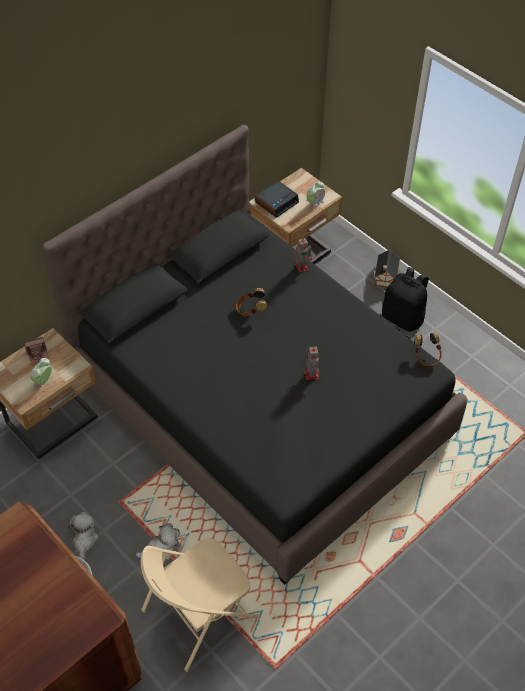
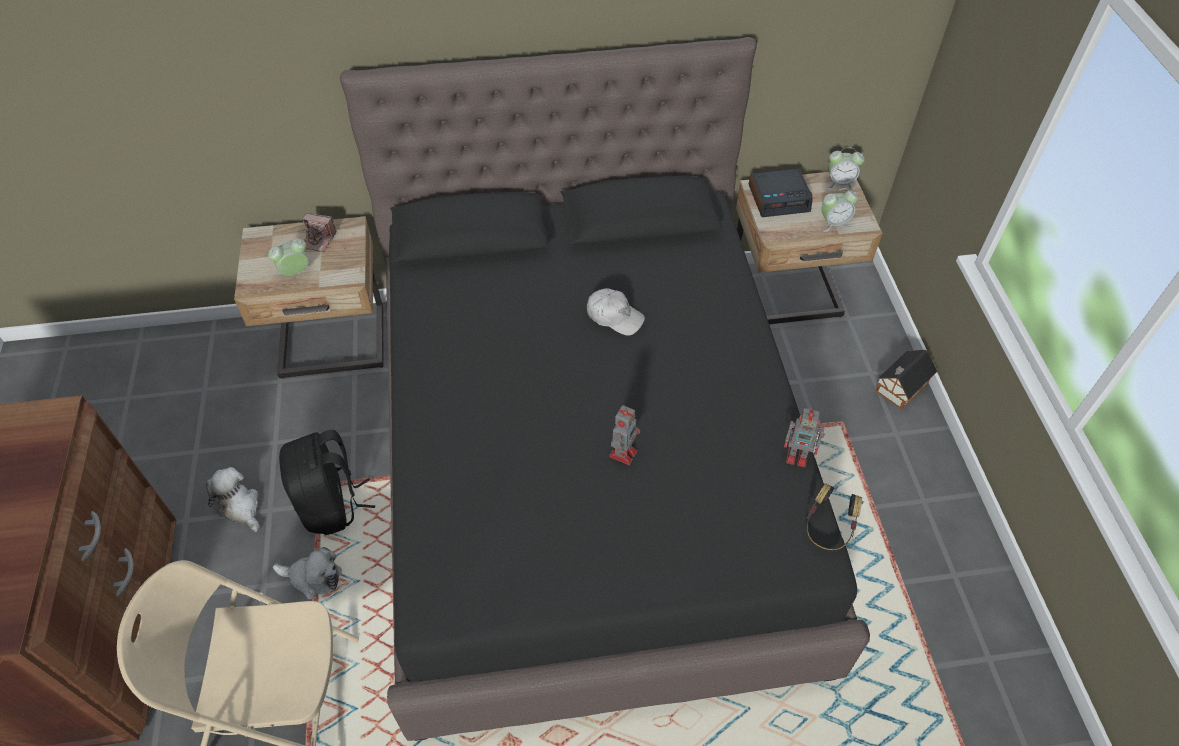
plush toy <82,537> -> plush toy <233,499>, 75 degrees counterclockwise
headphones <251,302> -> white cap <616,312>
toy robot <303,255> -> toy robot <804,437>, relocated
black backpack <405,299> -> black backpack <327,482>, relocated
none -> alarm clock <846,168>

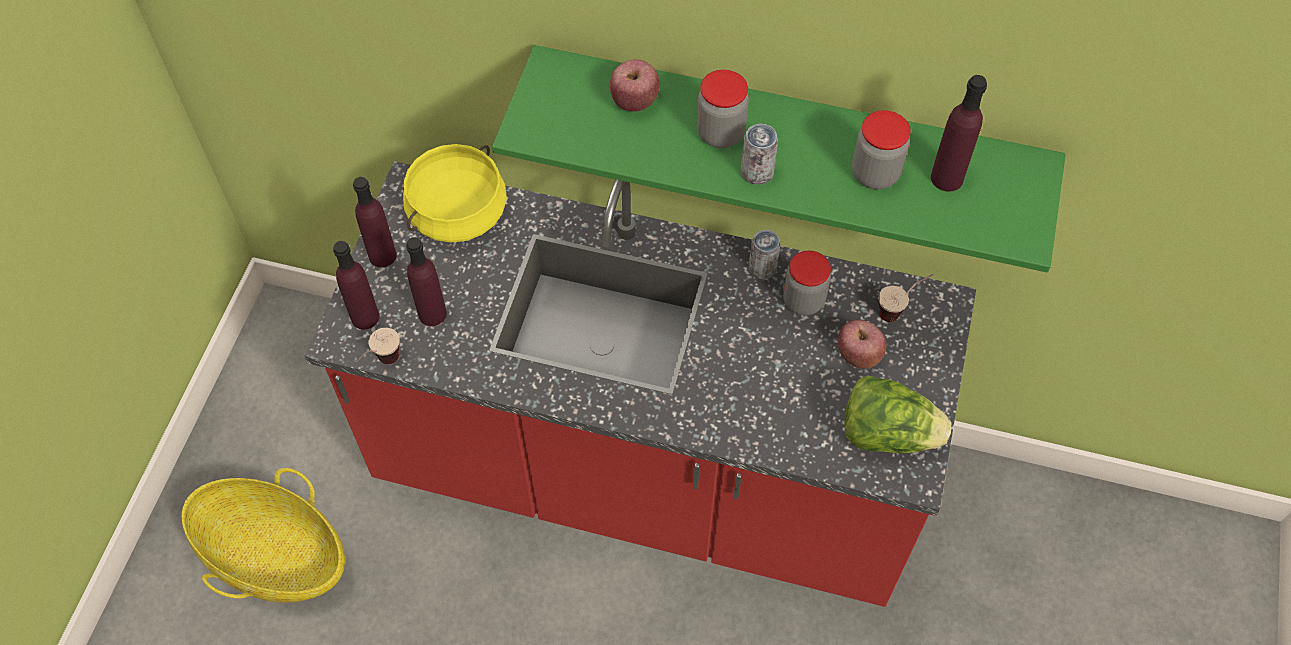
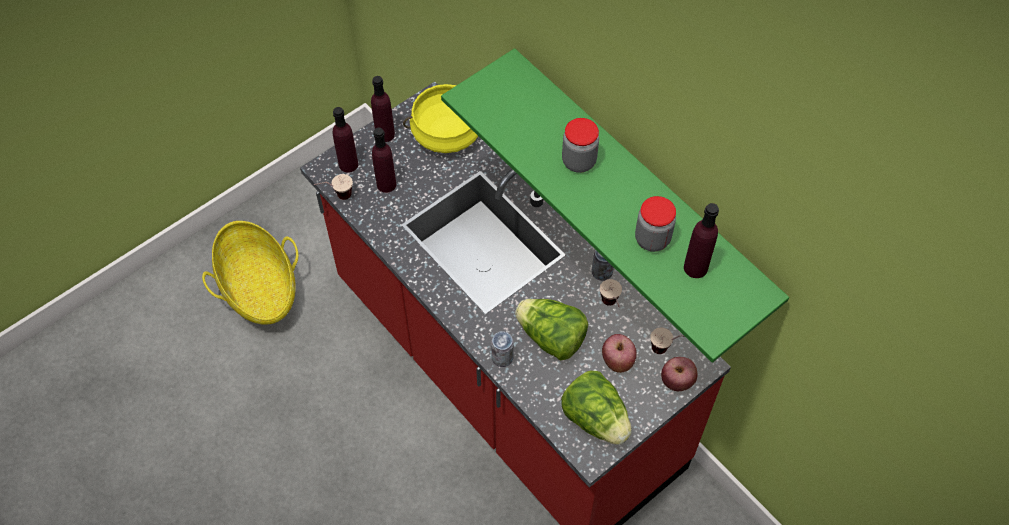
apple <635,85> -> apple <679,374>, relocated
can <759,154> -> can <502,349>, relocated
jar <807,283> -> cup <611,293>
none -> lettuce <551,330>

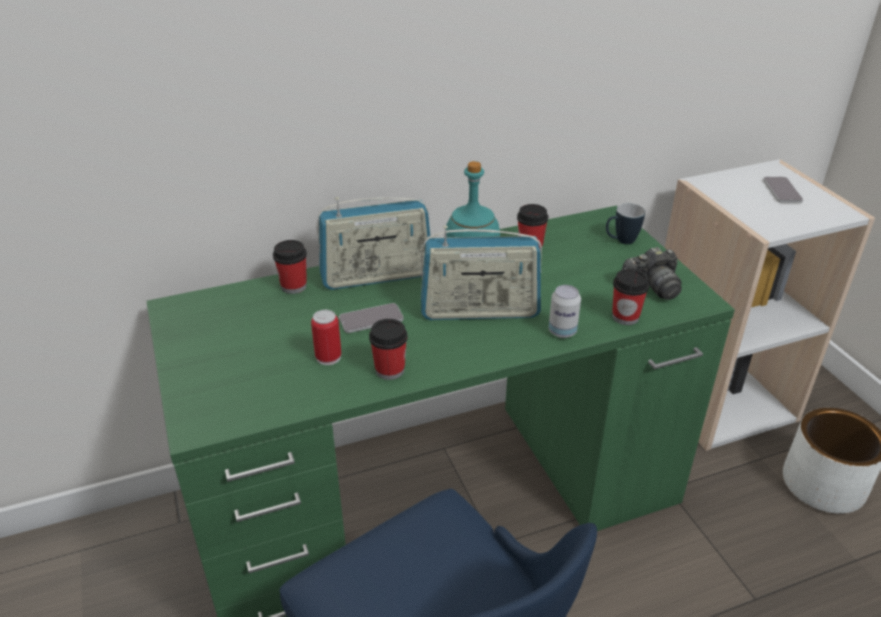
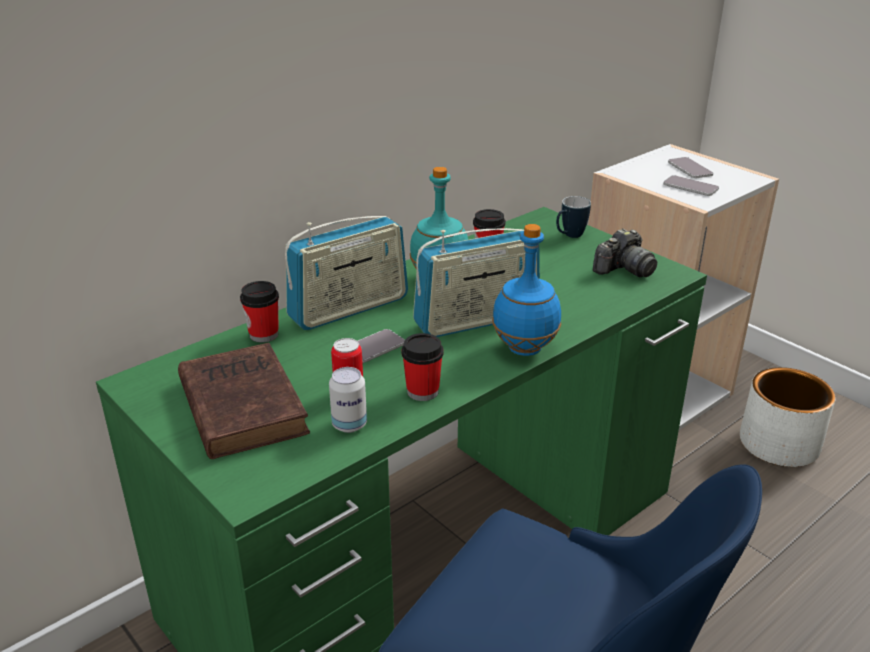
can <565,311> -> can <348,400>, relocated
cup <630,297> -> none
none -> brown book <244,401>
none -> blue bottle <526,290>
none -> phone <691,185>

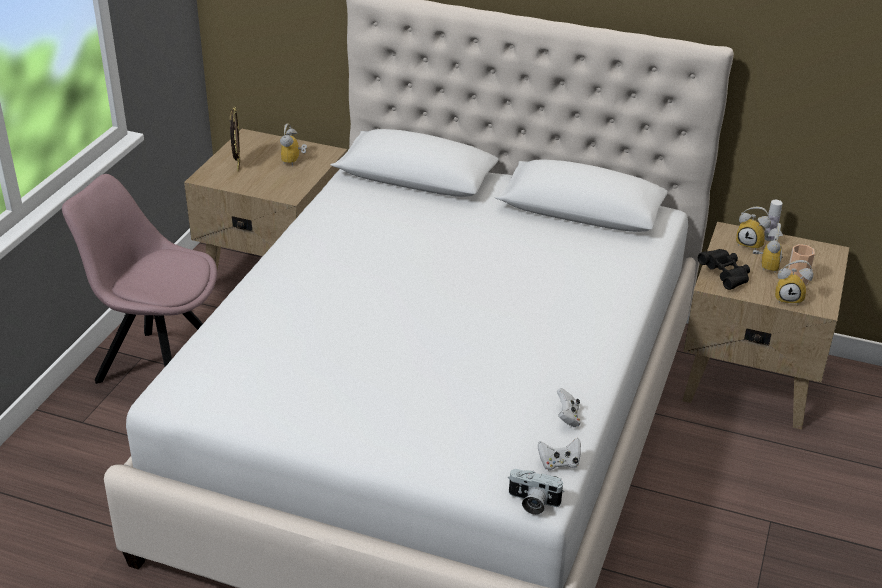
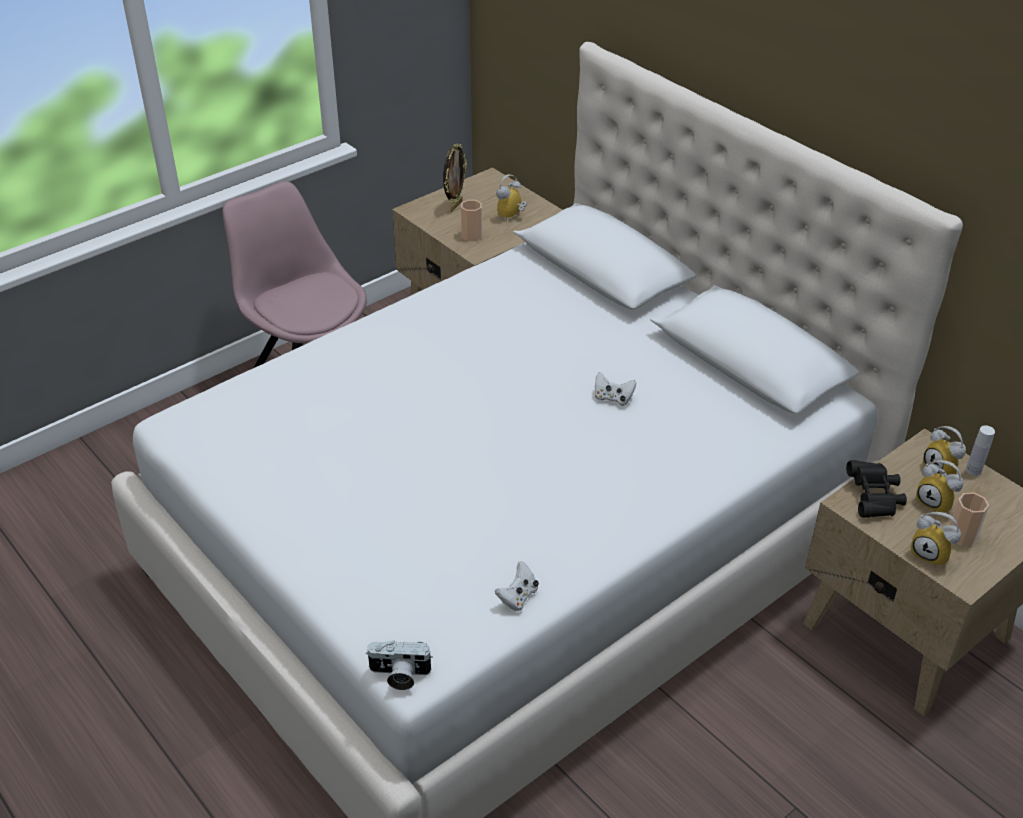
photo camera <536,492> -> photo camera <399,665>, 45 degrees counterclockwise
white game controller <559,454> -> white game controller <615,389>, relocated
alarm clock <768,247> -> alarm clock <940,486>, 90 degrees clockwise
none -> cup <471,220>

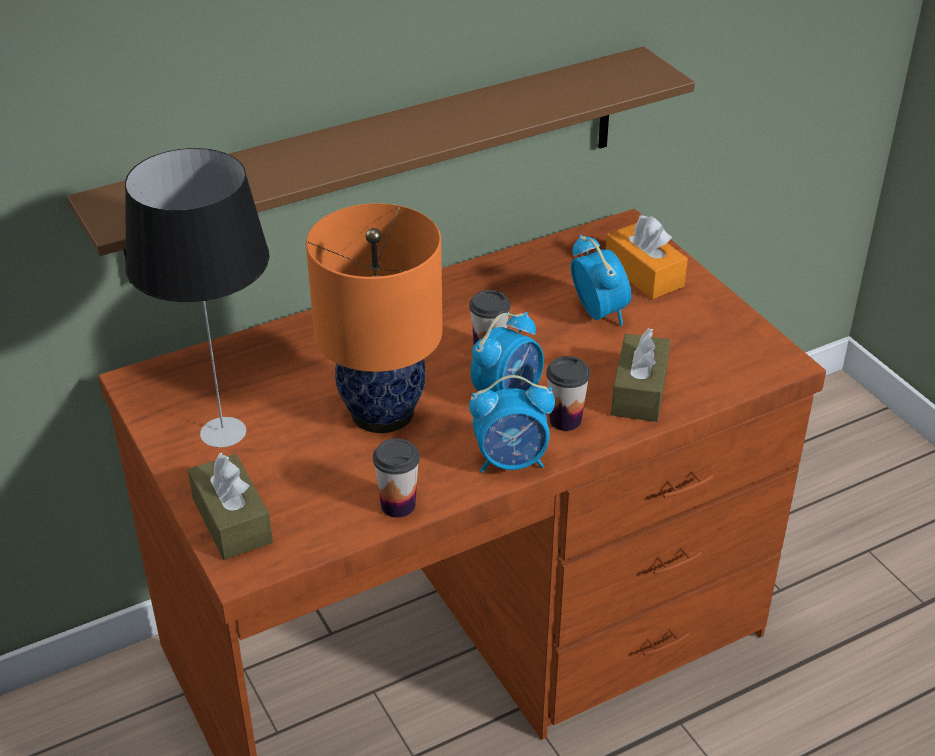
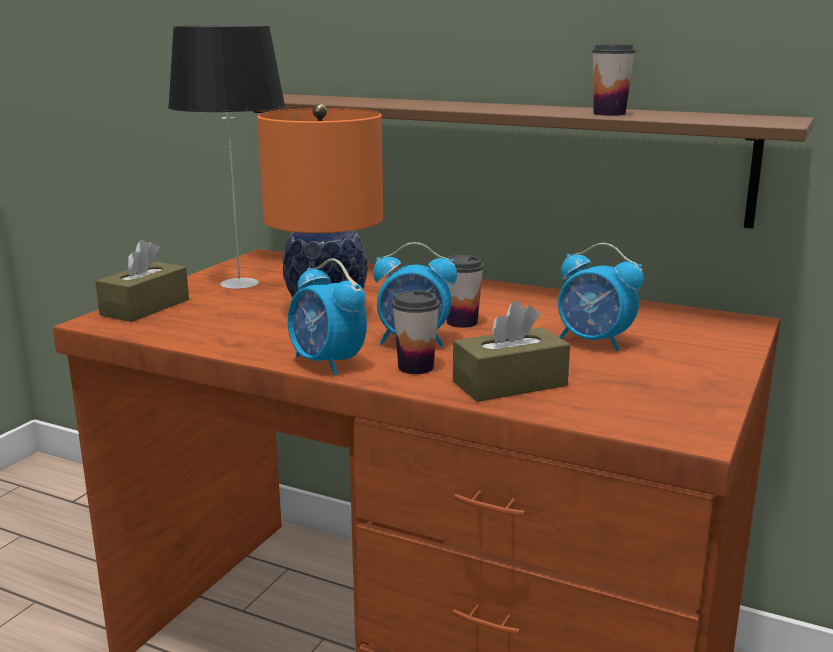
cup <396,478> -> cup <614,80>, relocated
alarm clock <601,280> -> alarm clock <601,297>, 90 degrees clockwise
orange tissue box <647,257> -> none

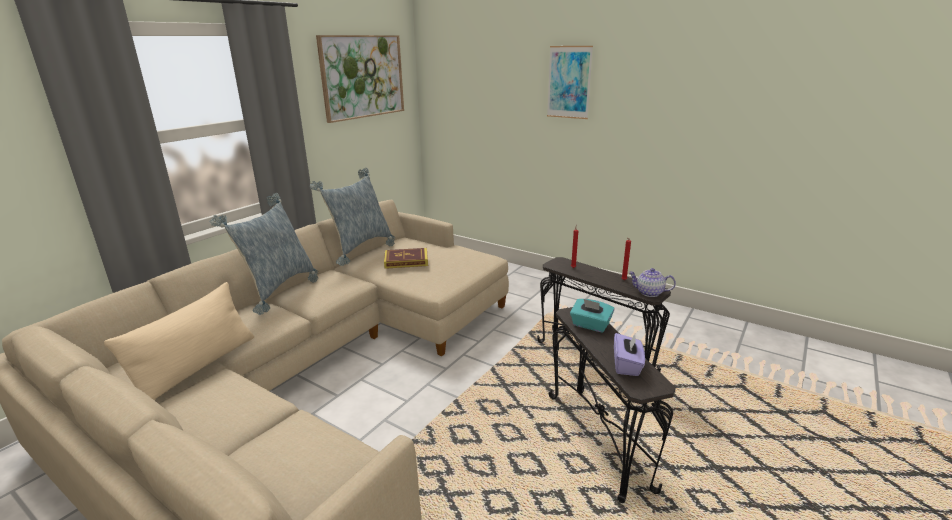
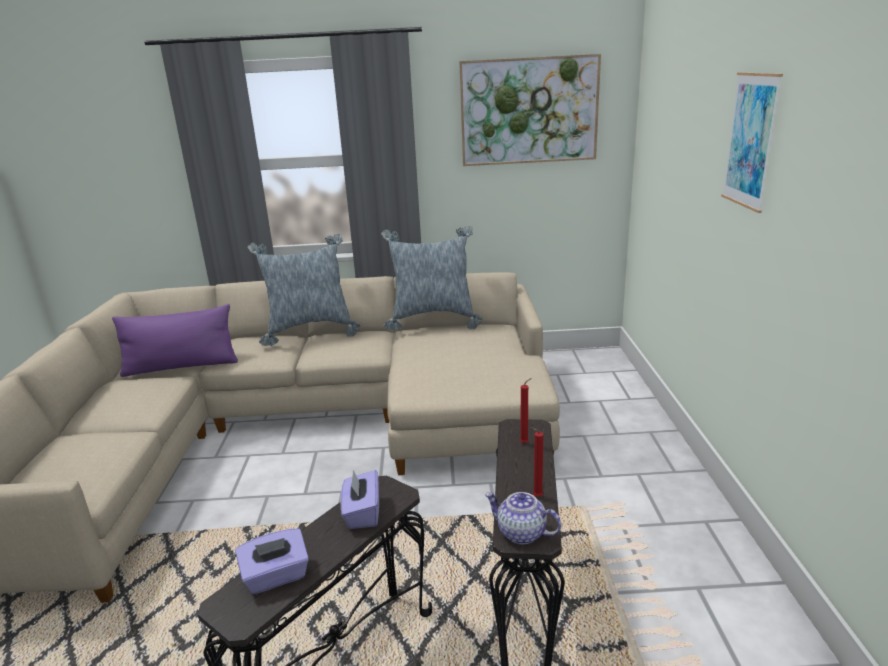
beige pillow <179,341> -> purple pillow <175,340>
book <406,258> -> none
turquoise tissue box <592,316> -> purple tissue box <360,499>
teapot <652,282> -> teapot <523,518>, 45 degrees counterclockwise

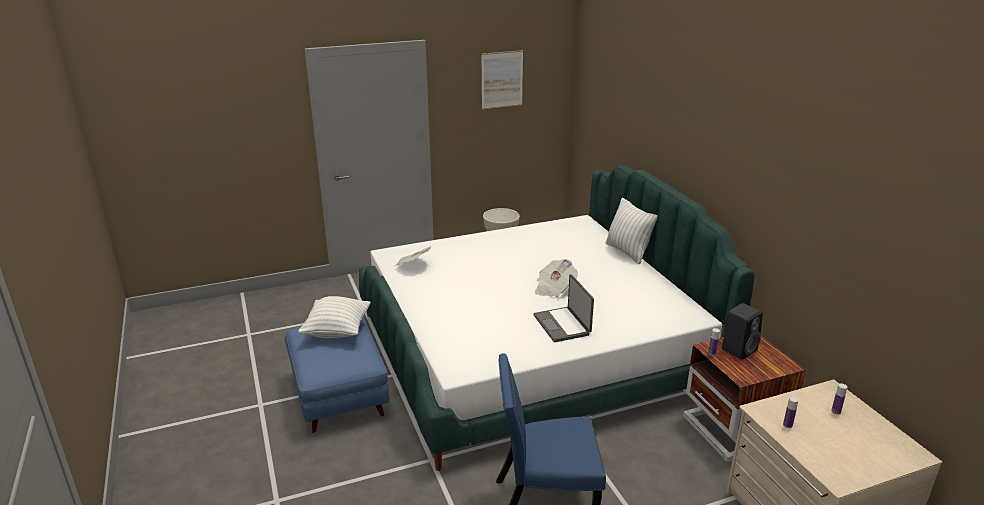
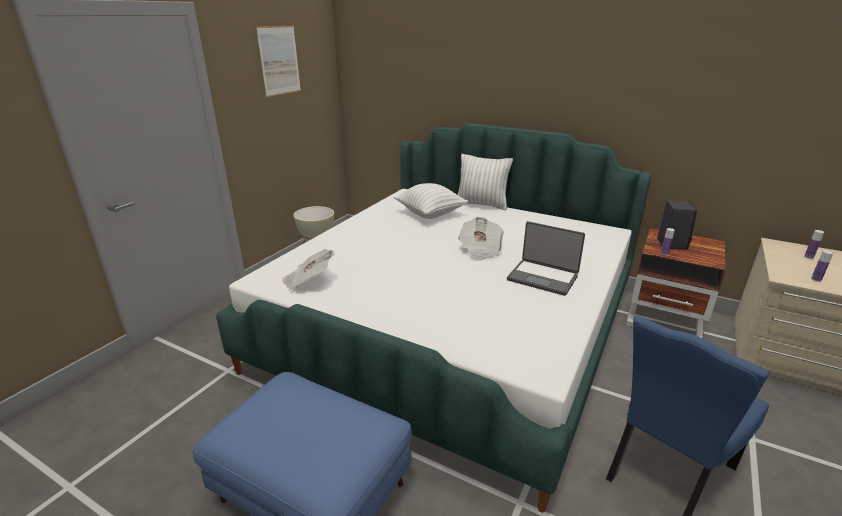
white pillow <334,317> -> white pillow <431,201>, relocated

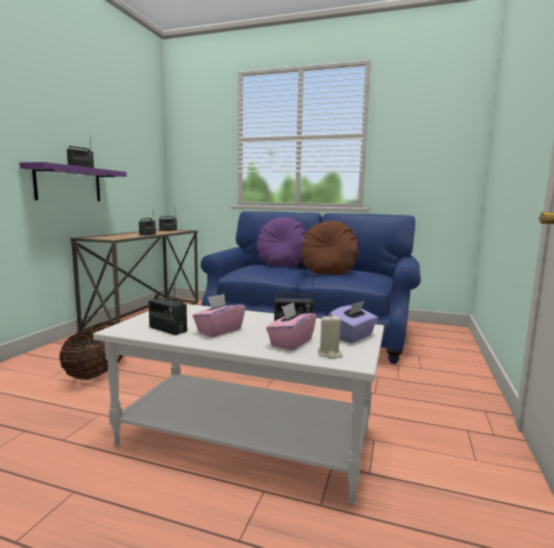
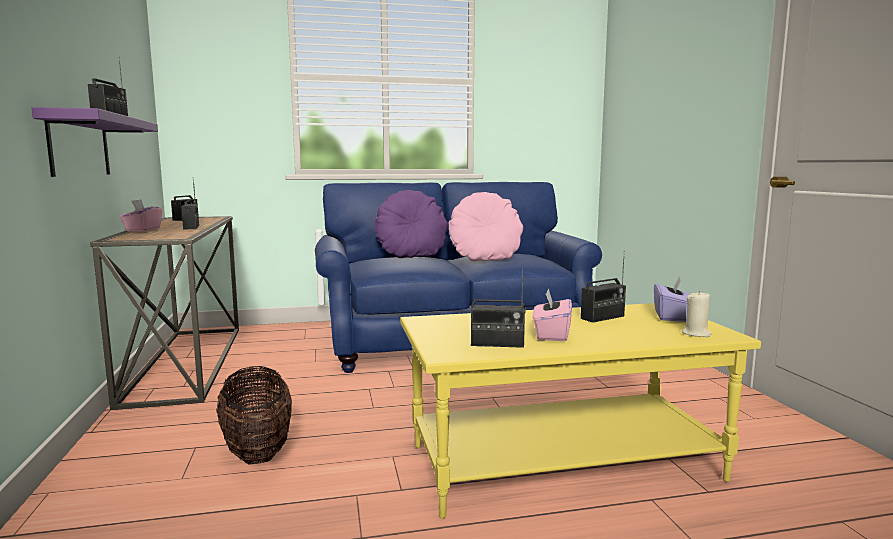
white coffee table <238,404> -> yellow coffee table <580,411>
pink tissue box <291,326> -> pink tissue box <141,215>, relocated
brown pillow <330,248> -> pink pillow <486,226>

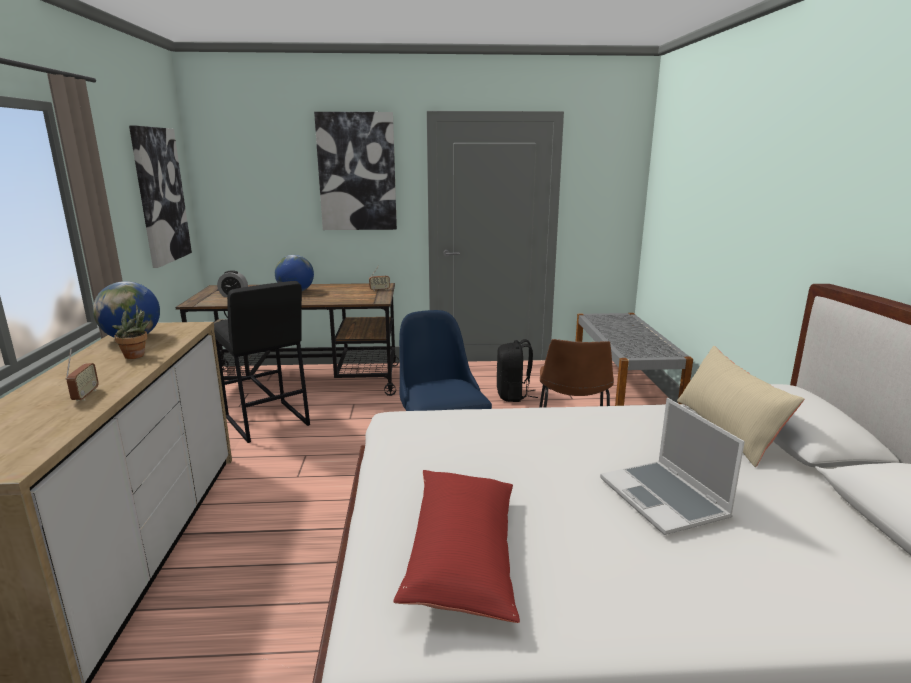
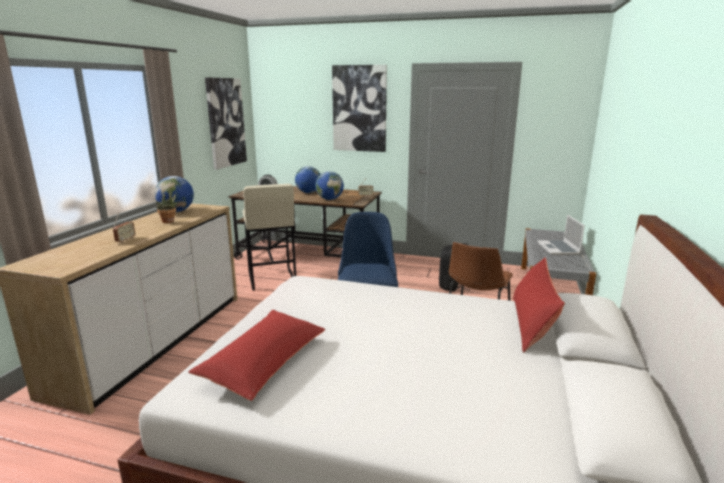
black stool <262,362> -> beige stool <269,237>
laptop <672,466> -> laptop <561,235>, relocated
beige pillow <740,406> -> red pillow <539,305>
none -> globe <329,185>

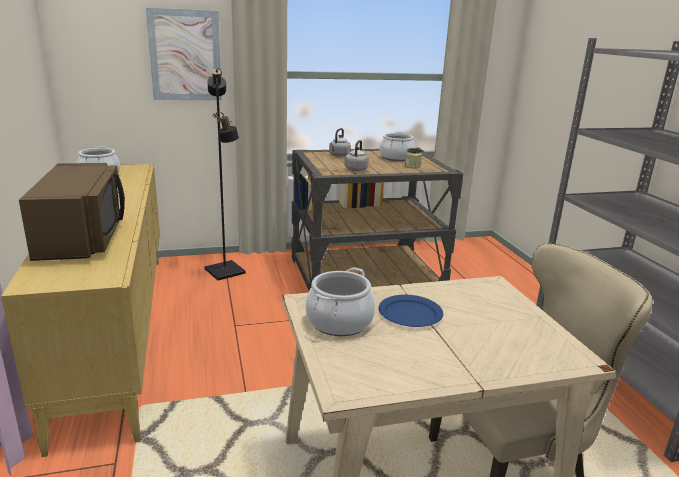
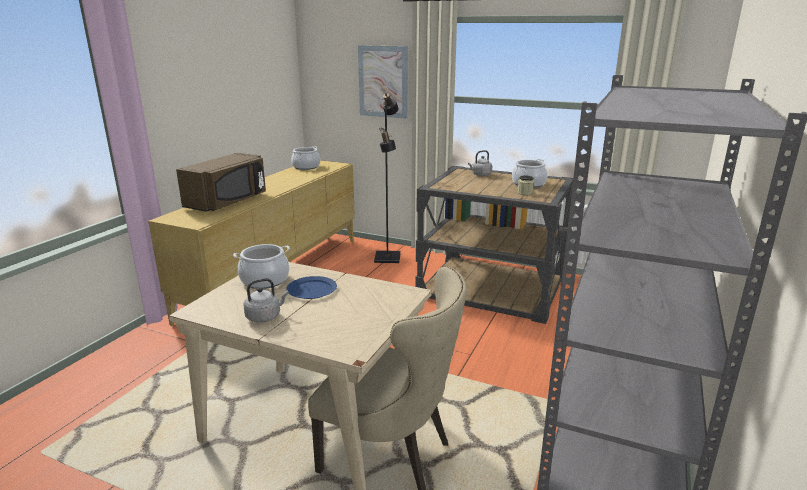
grey kettle <357,155> -> grey kettle <266,300>, relocated

